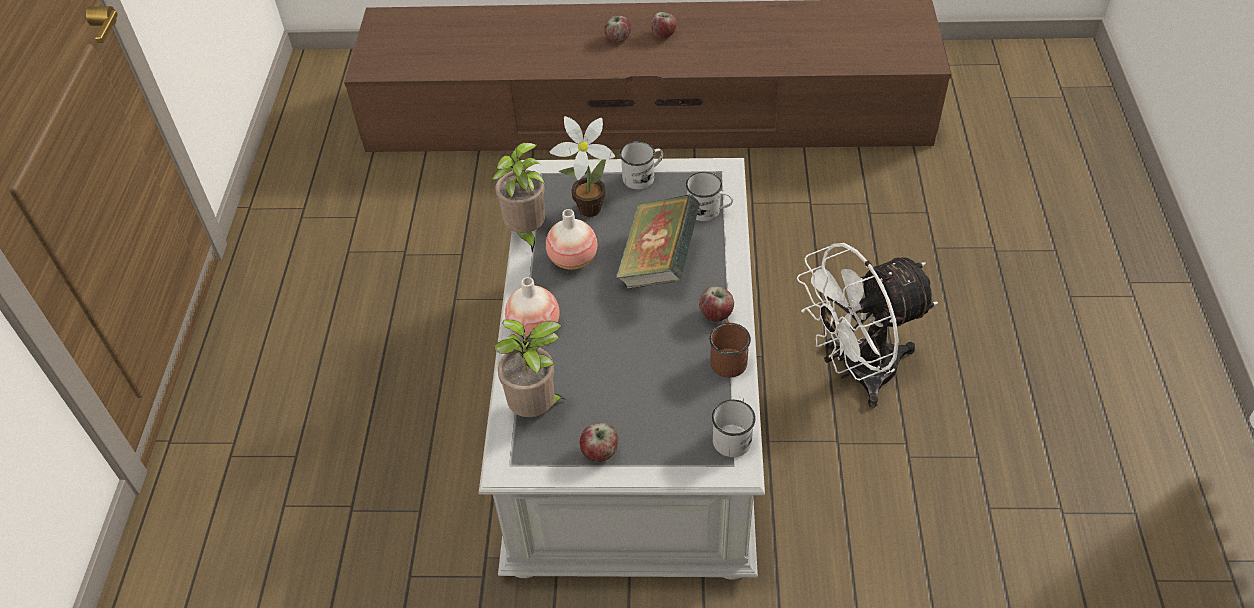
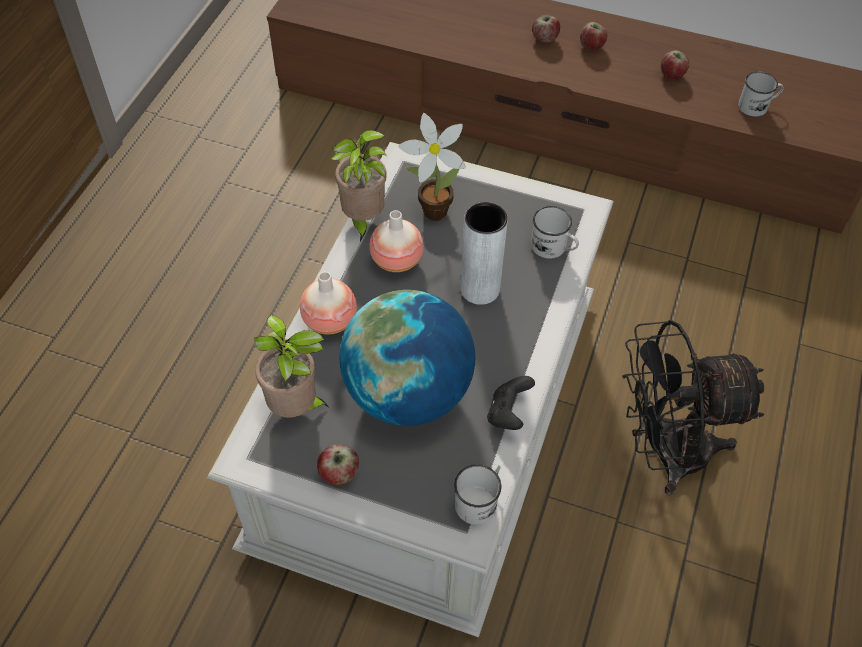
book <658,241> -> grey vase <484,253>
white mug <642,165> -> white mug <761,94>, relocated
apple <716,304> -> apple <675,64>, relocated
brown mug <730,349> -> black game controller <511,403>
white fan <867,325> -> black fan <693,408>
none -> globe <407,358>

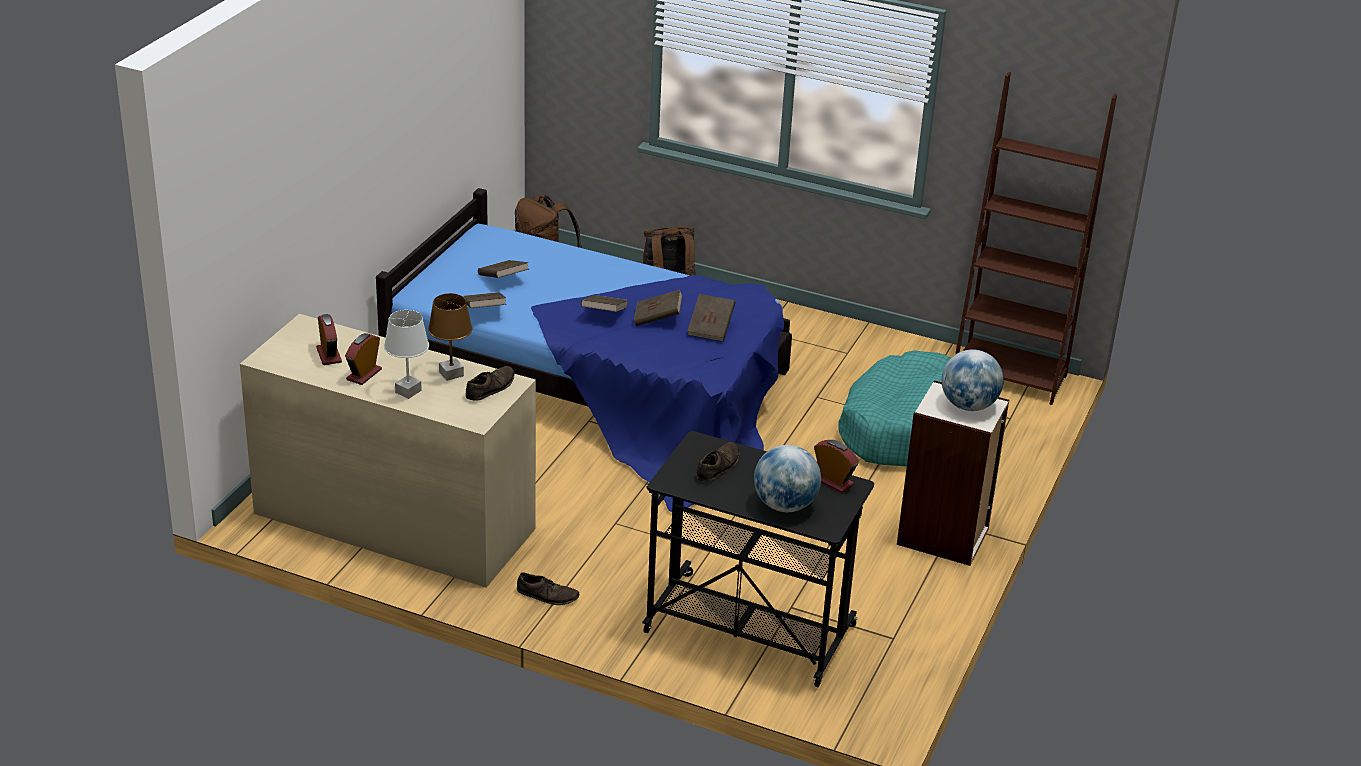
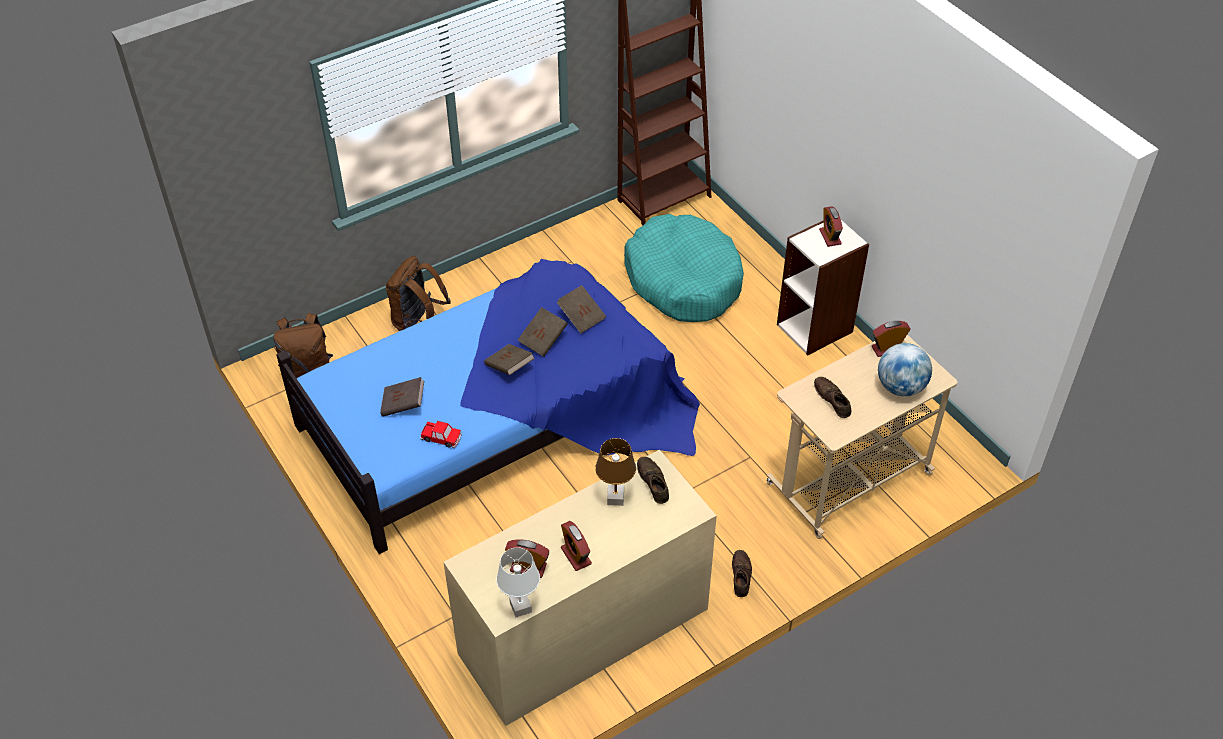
white table lamp <406,354> -> white table lamp <518,582>, relocated
brown book <485,300> -> toy car <441,434>
brown shoe <548,588> -> brown shoe <742,573>, 45 degrees counterclockwise
black desk <758,559> -> beige desk <862,437>
globe <973,380> -> alarm clock <831,226>

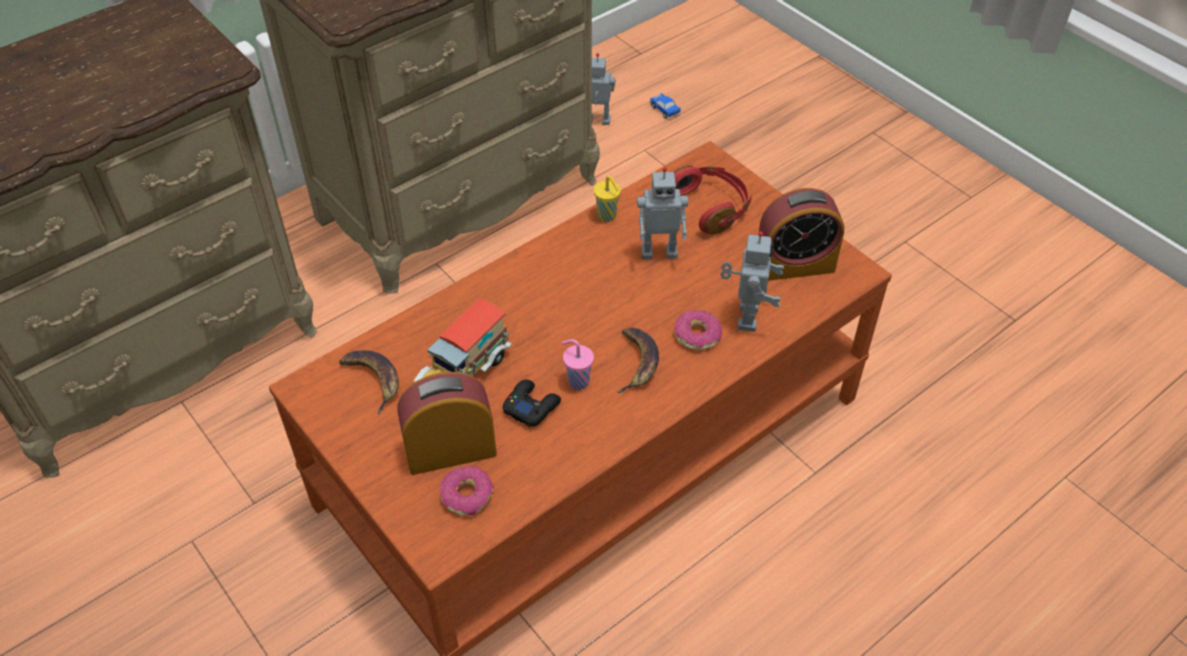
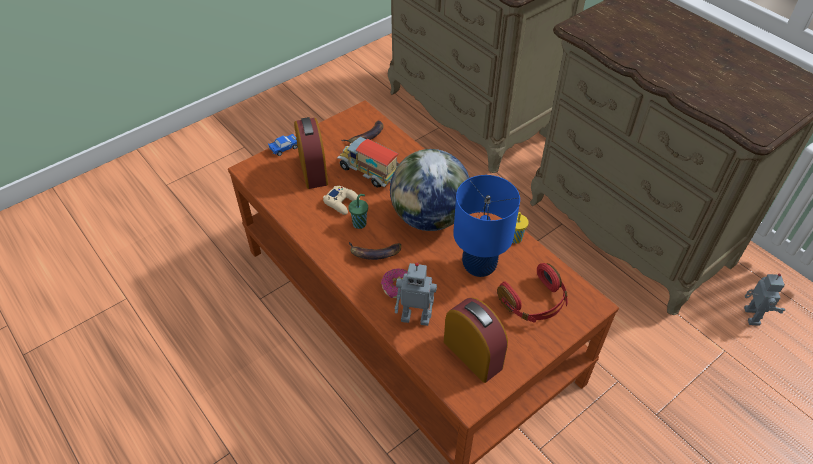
donut <467,491> -> none
black game controller <532,403> -> beige game controller <341,200>
pink cup <578,364> -> green cup <358,211>
toy robot <662,213> -> blue table lamp <486,226>
toy car <665,106> -> toy car <283,145>, relocated
alarm clock <801,234> -> alarm clock <476,340>, 150 degrees clockwise
none -> globe <430,190>

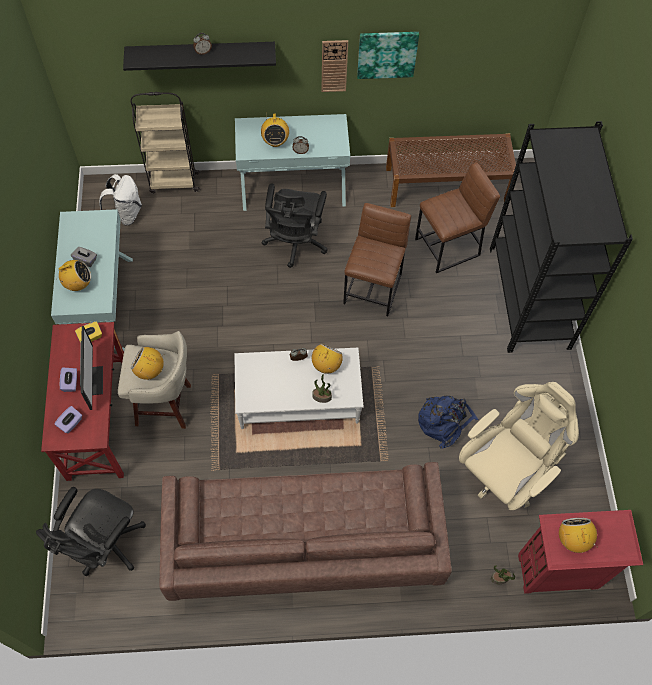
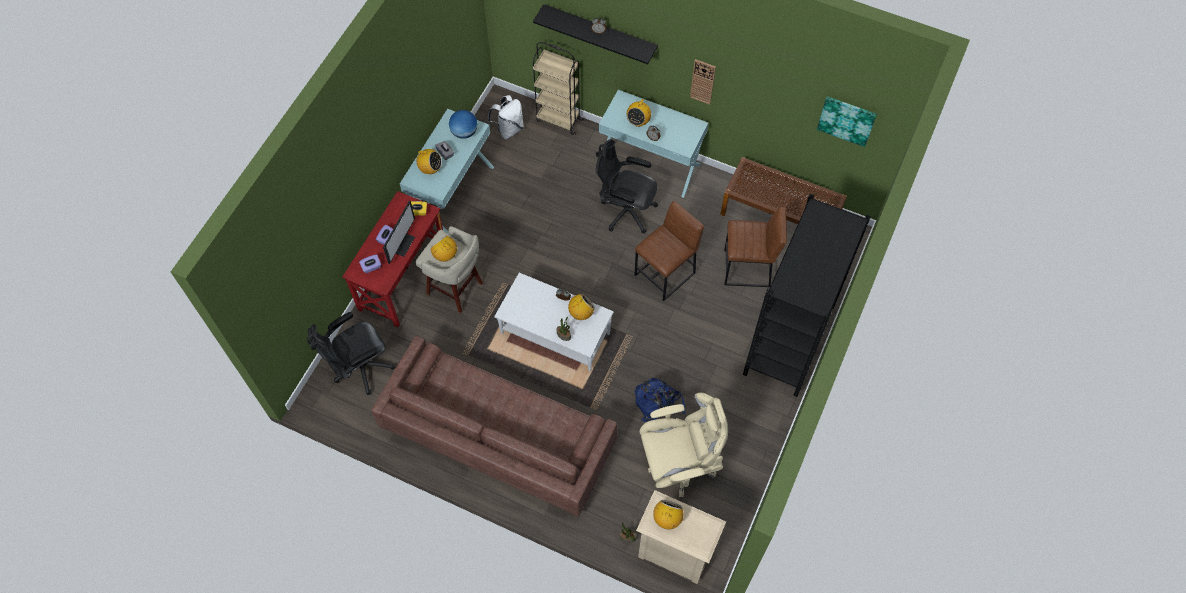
office chair <294,225> -> office chair <627,186>, 75 degrees clockwise
picture <388,55> -> picture <847,121>, relocated
red cabinet <580,552> -> beige cabinet <681,537>
none -> globe <463,124>

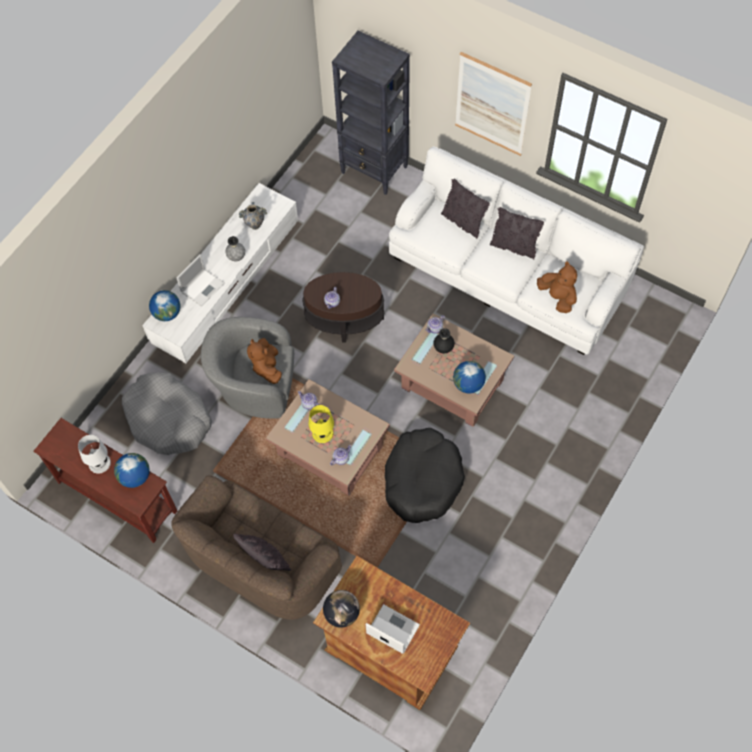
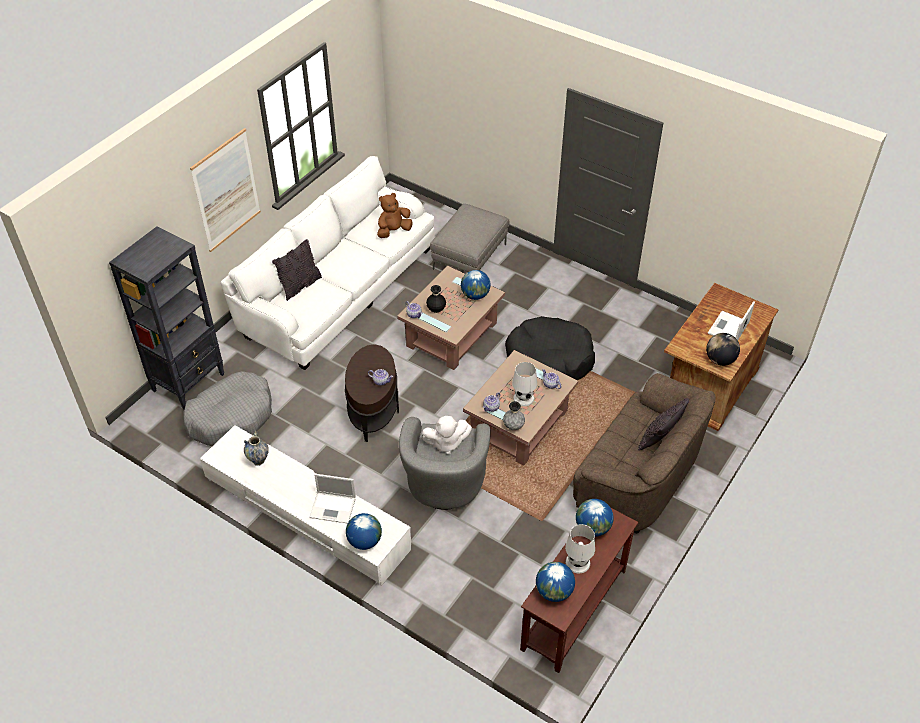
grey dog bed <167,413> -> grey dog bed <227,408>, relocated
laptop <200,280> -> laptop <332,499>, 150 degrees clockwise
grey vase <235,248> -> grey vase <514,415>, relocated
brown plush toy <264,361> -> white plush toy <447,435>
yellow table lamp <321,424> -> white table lamp <524,384>
black pillow <517,233> -> none
none -> grey ottoman <470,237>
none -> globe <555,582>

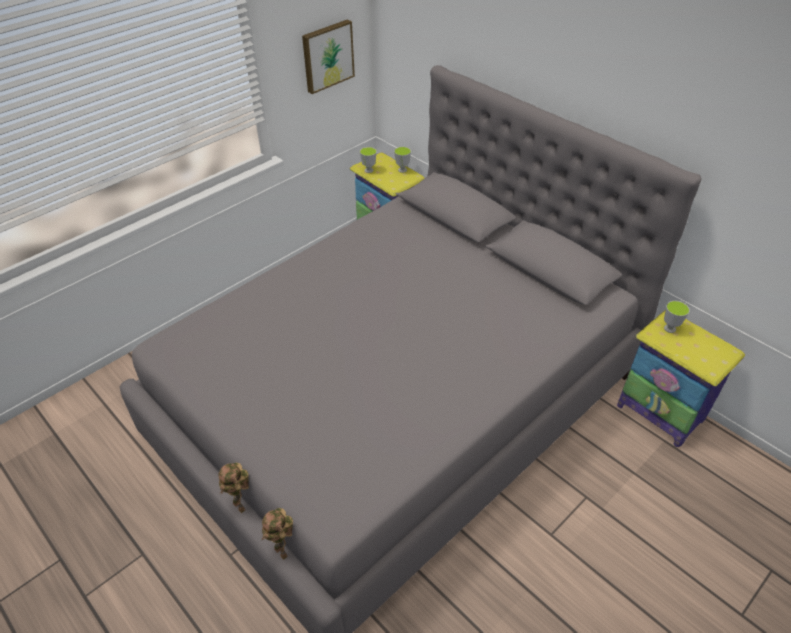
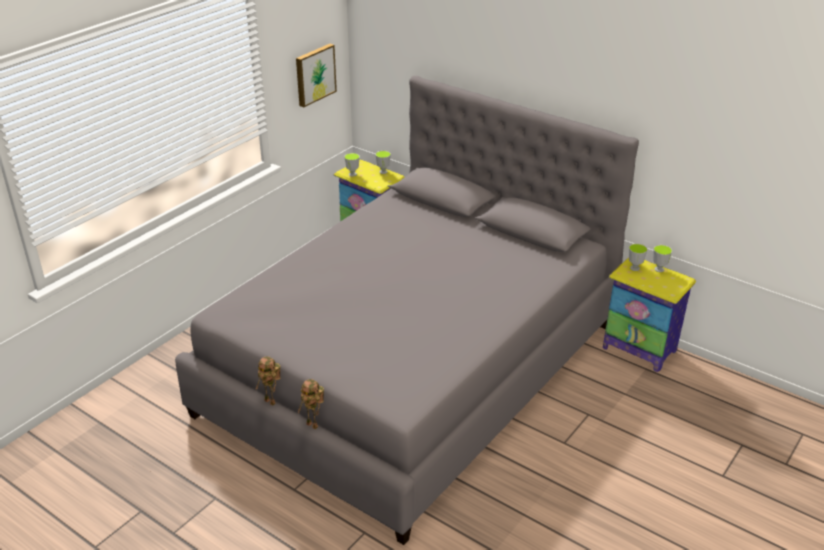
toy robot <277,534> -> toy robot <268,380>, relocated
none -> cup <662,258>

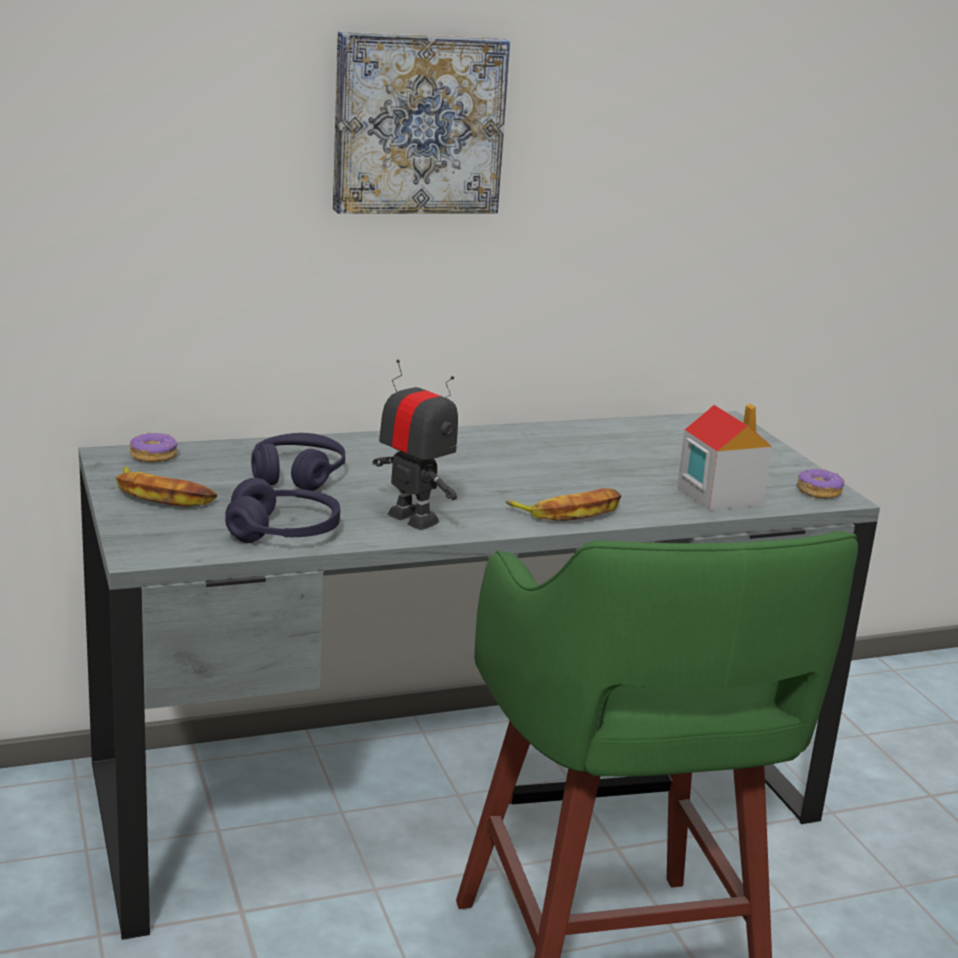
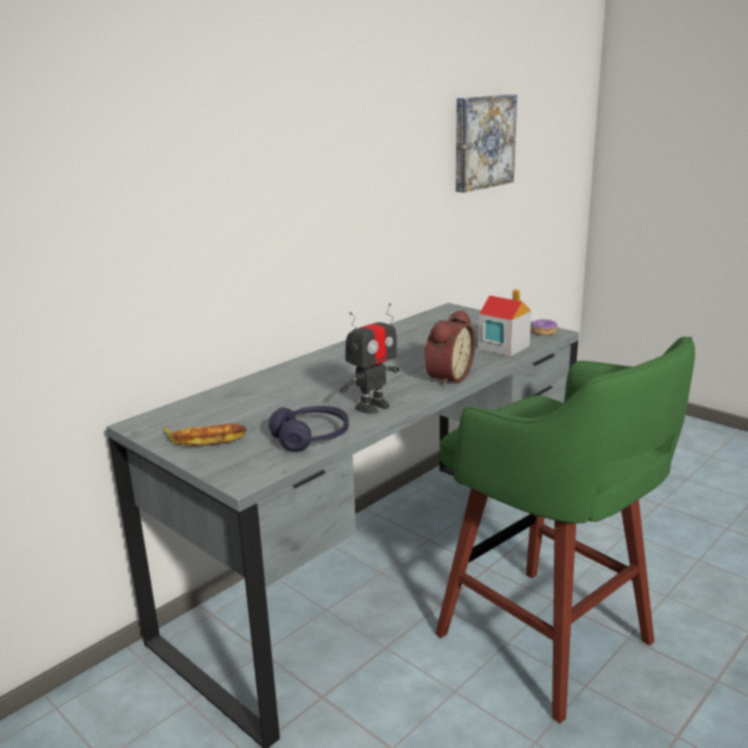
donut <153,447> -> none
purple headphones <298,462> -> none
picture <421,122> -> picture <486,143>, relocated
toy robot <415,444> -> toy robot <370,358>, 120 degrees clockwise
banana <563,504> -> alarm clock <449,348>

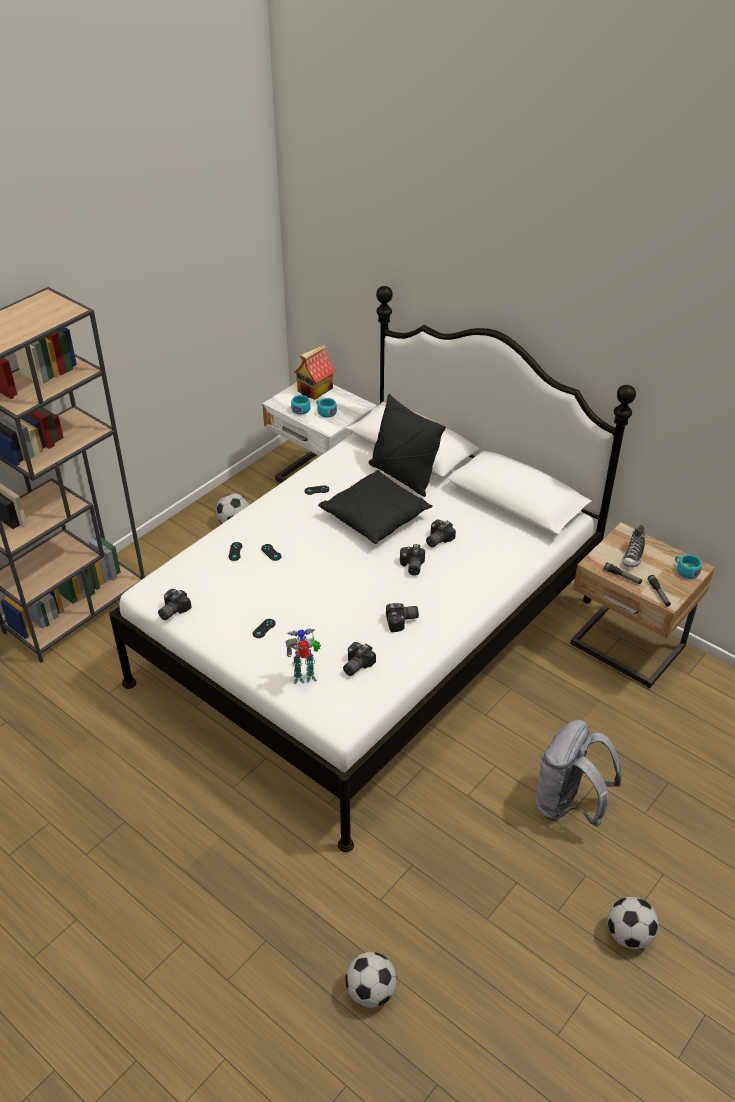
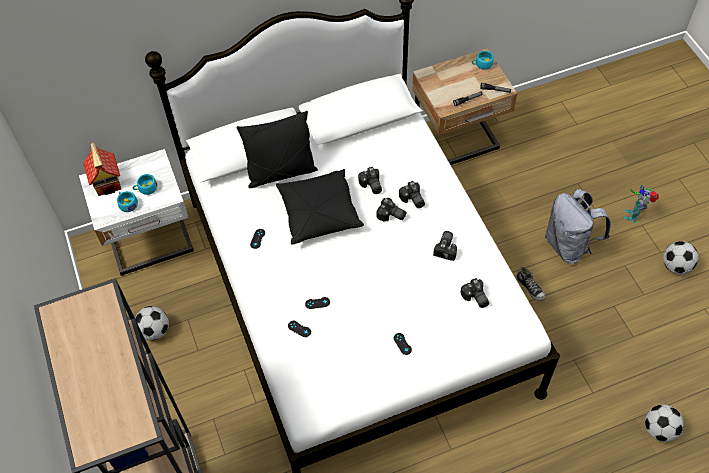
photo camera <175,604> -> photo camera <412,194>, relocated
toy robot <303,656> -> toy robot <641,203>, relocated
shoe <633,546> -> shoe <531,284>, relocated

